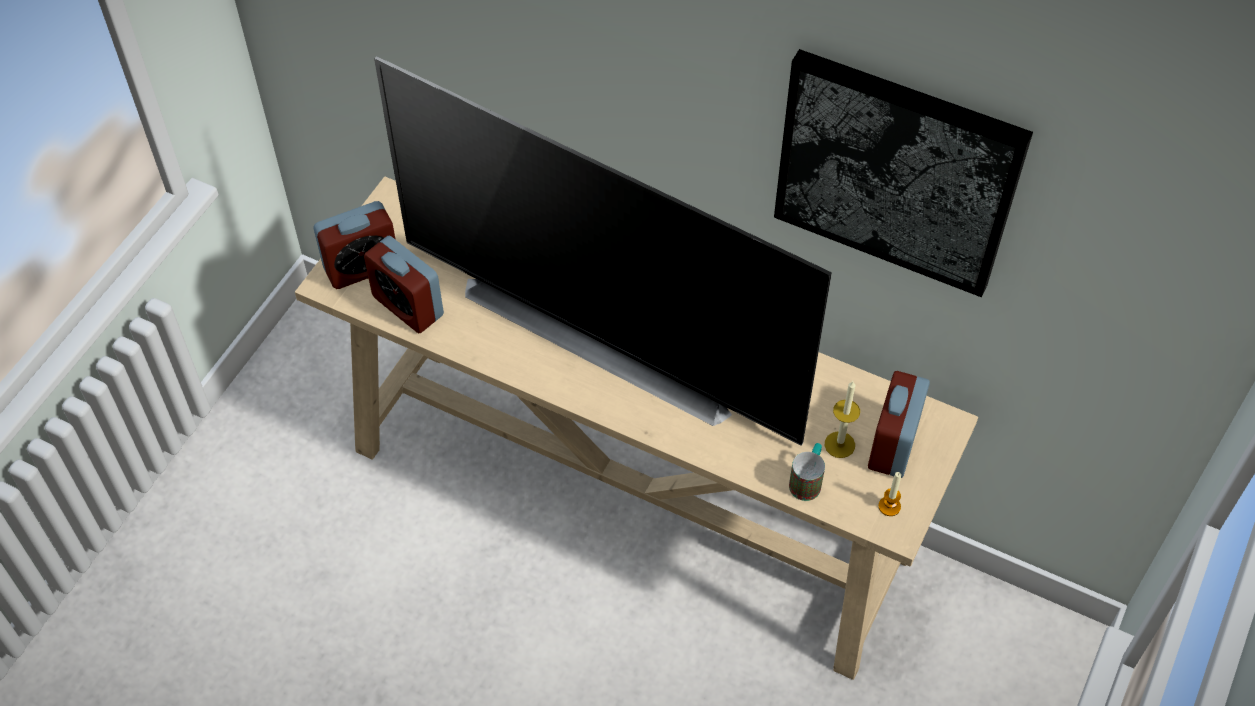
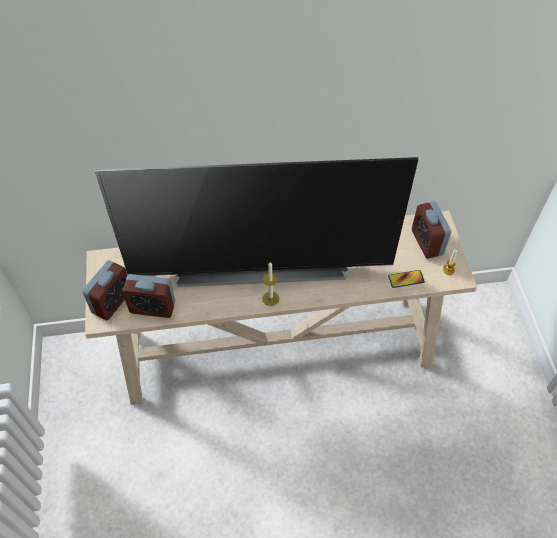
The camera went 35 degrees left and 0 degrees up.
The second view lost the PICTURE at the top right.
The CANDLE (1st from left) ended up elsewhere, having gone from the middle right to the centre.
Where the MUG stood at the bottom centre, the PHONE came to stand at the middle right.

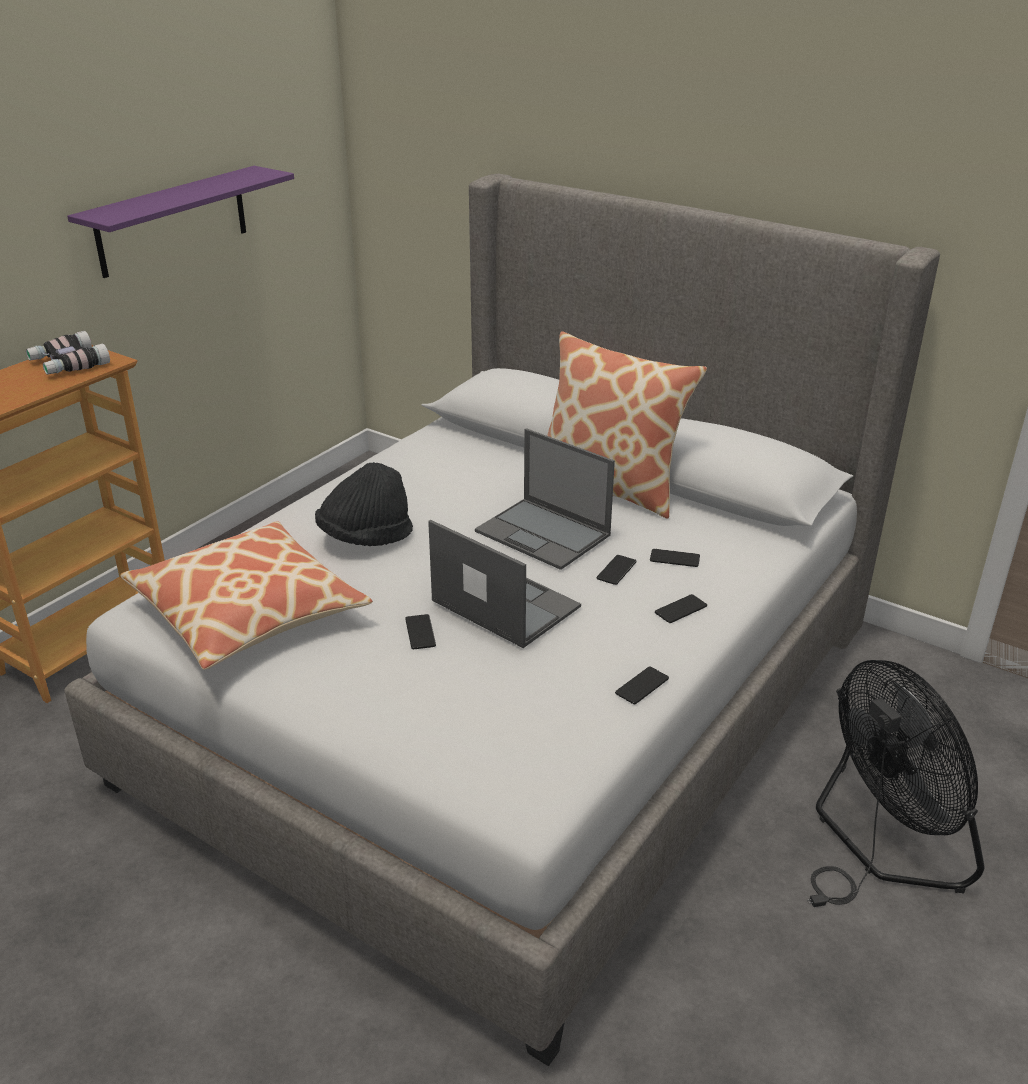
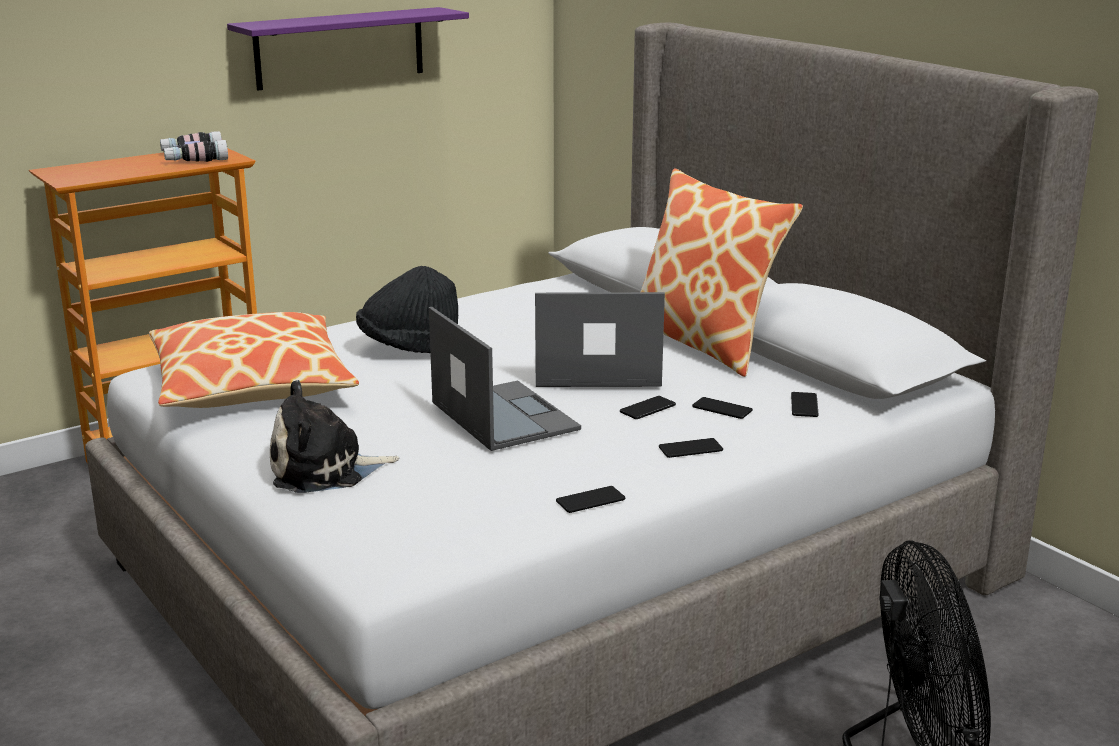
The camera went 20 degrees right and 10 degrees down.
The LAPTOP (2nd from left) at the centre ended up facing another way, 120 degrees clockwise from before.
The PHONE (1st from left in the first image) ended up elsewhere, having gone from the centre to the middle right.
The second view gained the PLUSH TOY at the middle left.

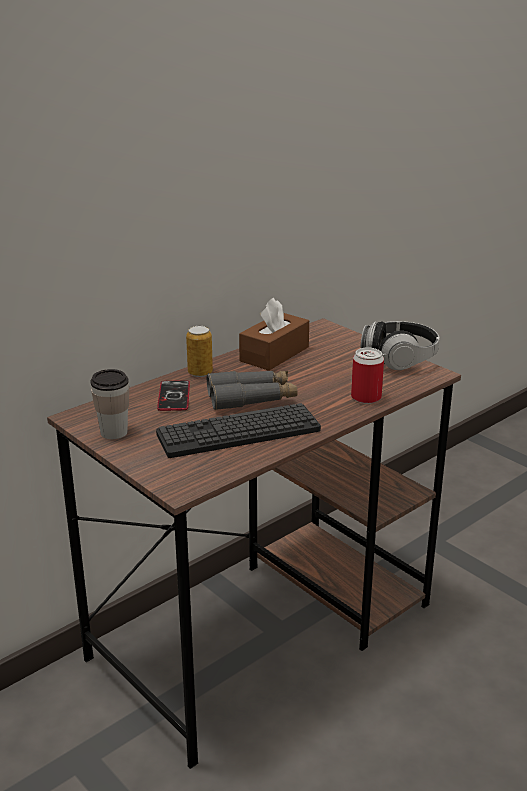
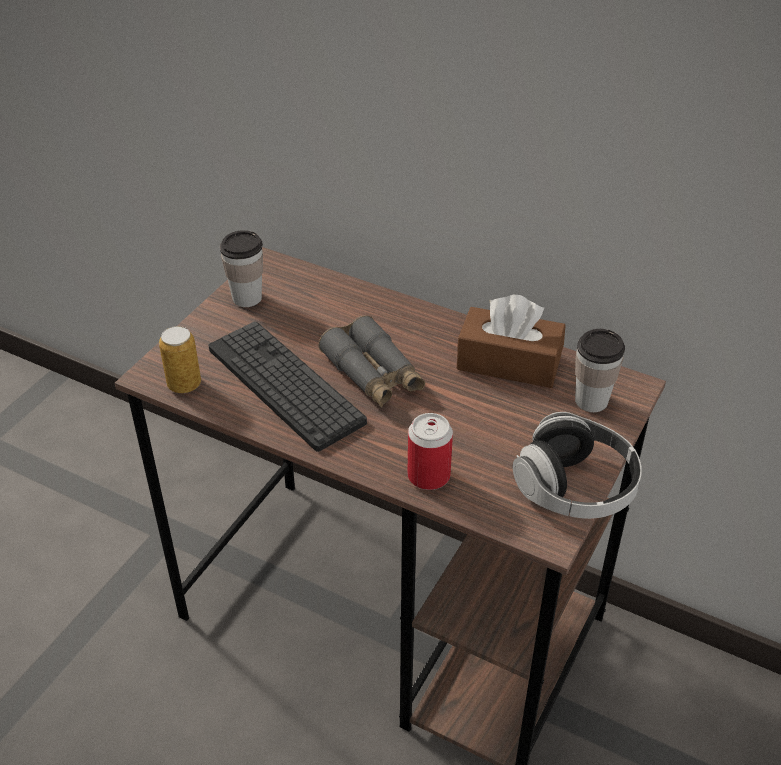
The camera went 70 degrees right and 15 degrees up.
The CAN (1st from left) ended up elsewhere, having gone from the centre to the middle left.
The second view lost the PHONE at the middle left.
The second view gained the CUP (2nd from left) at the middle right.

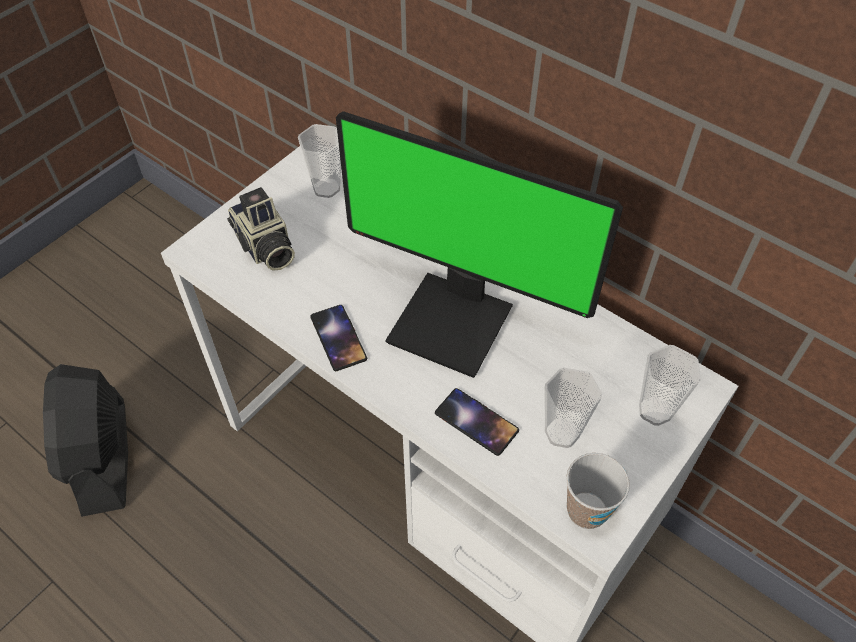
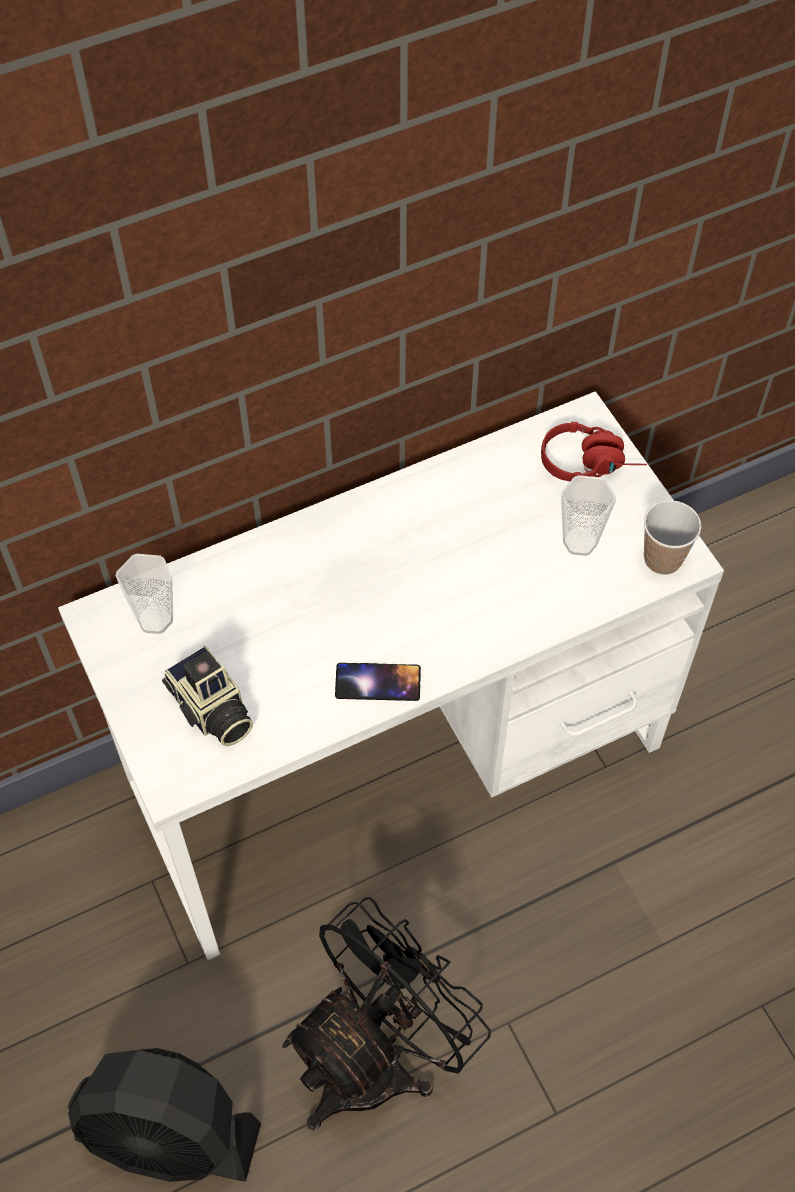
The camera went 65 degrees left and 5 degrees up.
The second view lost the MONITOR at the centre.
The PHOTO CAMERA at the middle left ended up facing another way, 60 degrees clockwise from before.
Where the CUP (4th from left) stood at the middle right, the RED HEADPHONES came to stand at the middle right.
The second view lost the PHONE (2nd from left) at the centre.
The second view gained the BLACK FAN (2nd from left) at the bottom centre.

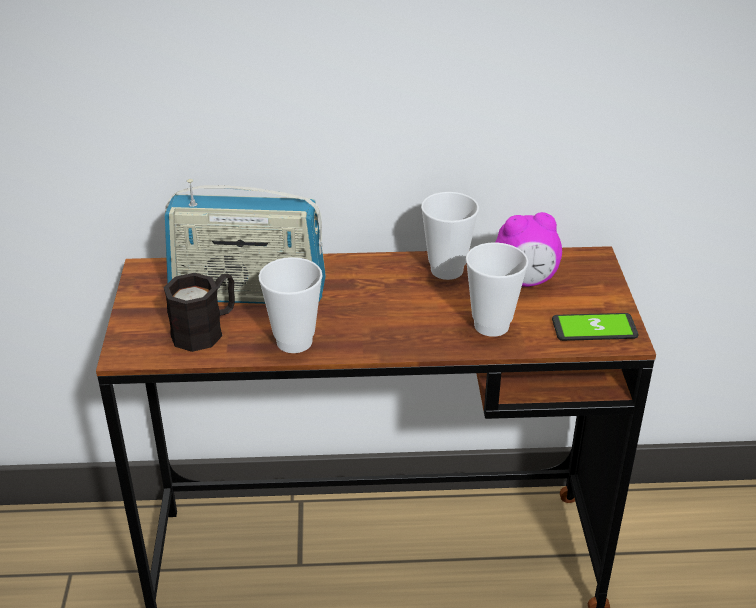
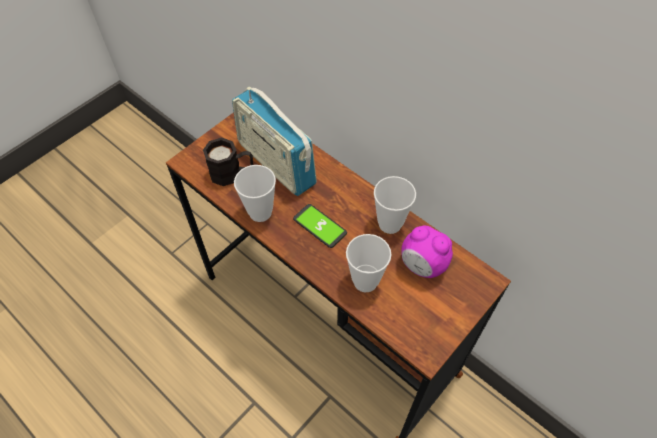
The camera went 45 degrees right and 20 degrees up.
The PHONE ended up elsewhere, having gone from the middle right to the centre.

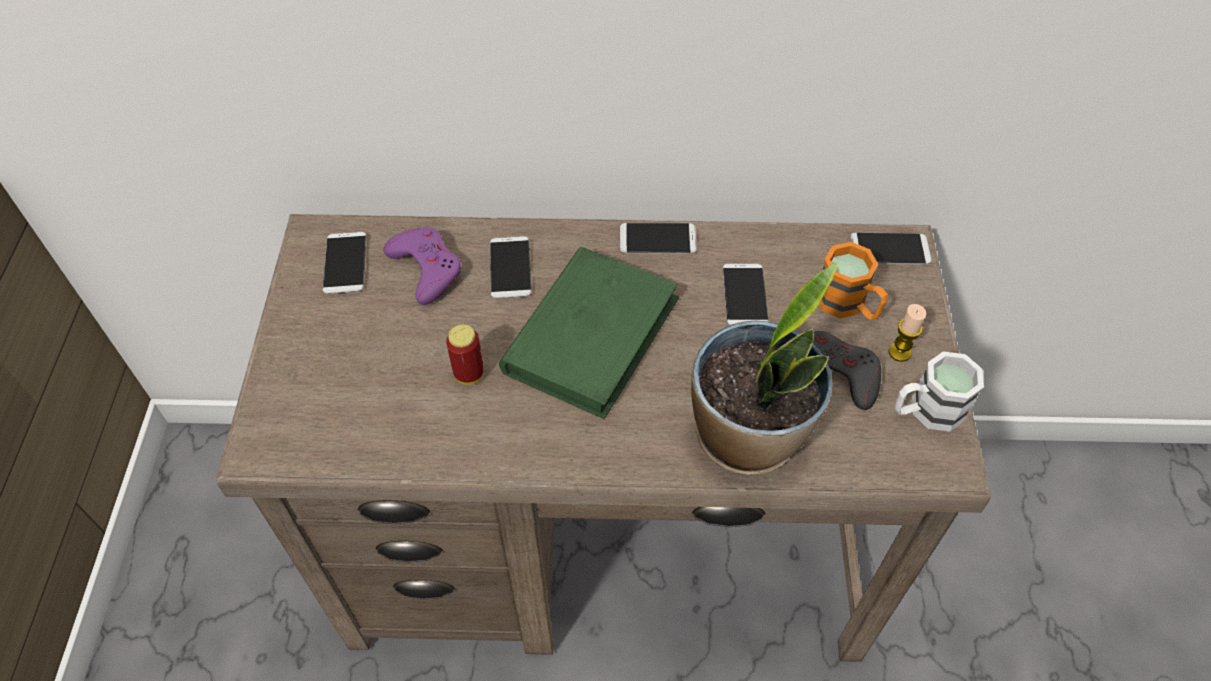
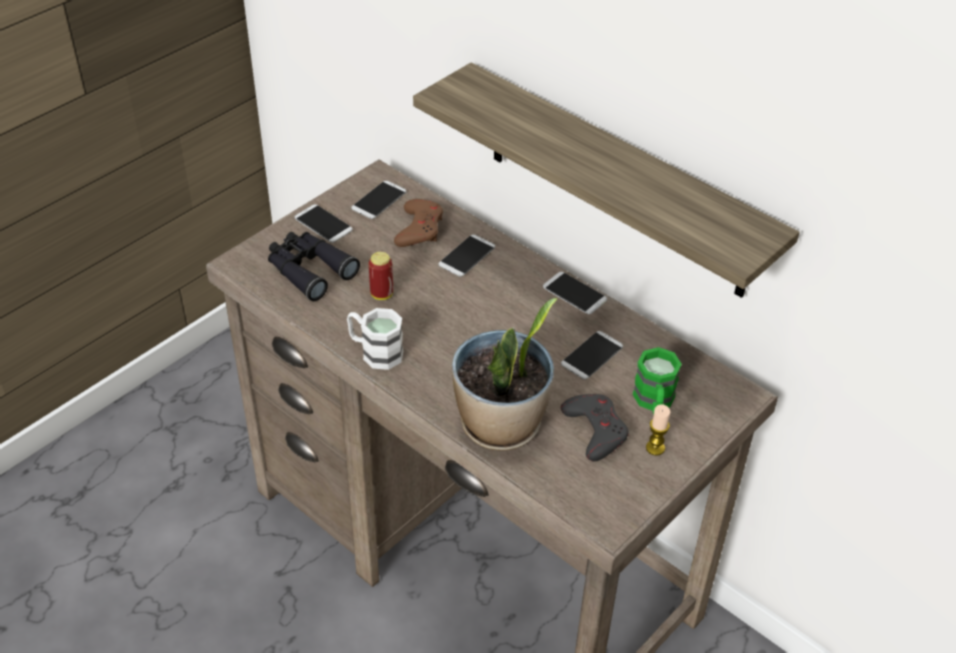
The camera went 40 degrees right and 10 degrees down.
What was the PURPLE GAME CONTROLLER at the centre turned into the BROWN GAME CONTROLLER at the centre.
The PHONE (5th from left in the first image) ended up elsewhere, having gone from the middle right to the centre.
What was the ORANGE MUG at the middle right turned into the GREEN MUG at the middle right.
The second view lost the GREEN BOOK at the centre.
The WHITE MUG ended up elsewhere, having gone from the middle right to the centre.
The second view gained the SHELF at the top centre.
The second view gained the BLACK BINOCULARS at the middle left.

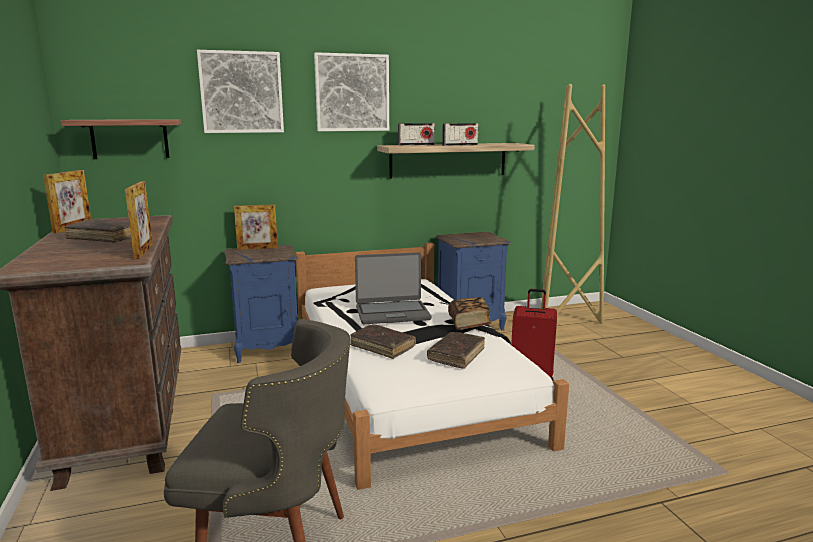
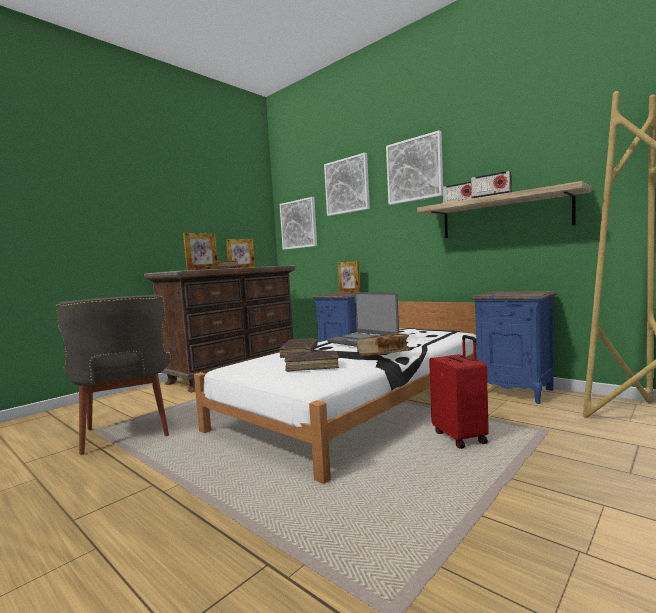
The camera went 60 degrees right and 10 degrees down.
Where the SHELF (1st from left) hung at the top left, the PICTURE (1st from left) came to hang at the centre.

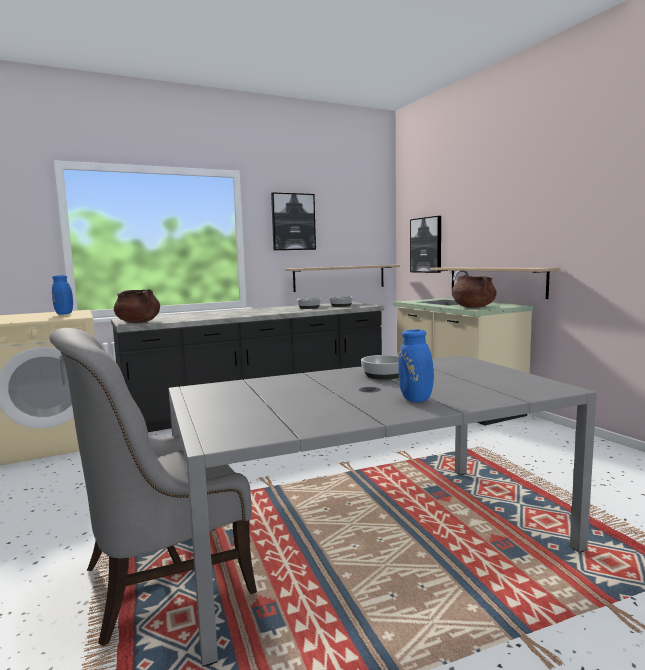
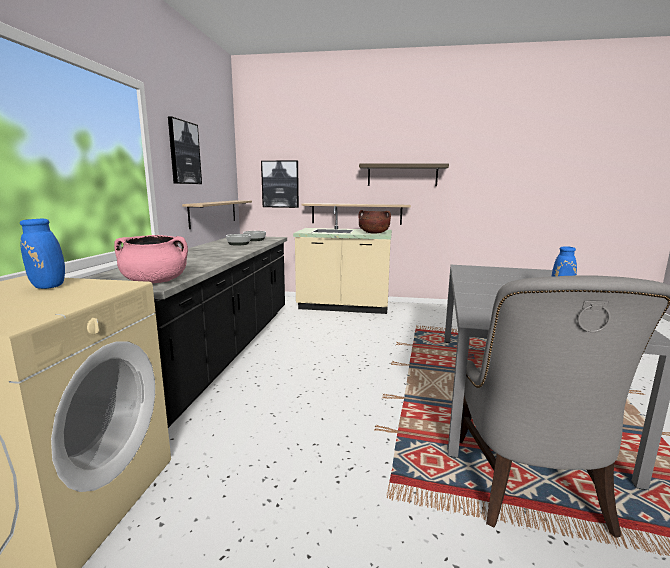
The camera went 55 degrees left and 5 degrees up.
What was the BROWN COOKING POT (1st from left) at the middle left turned into the PINK COOKING POT at the middle left.
The second view lost the BOWL (3rd from left) at the centre.
The second view gained the SHELF (3rd from left) at the top centre.

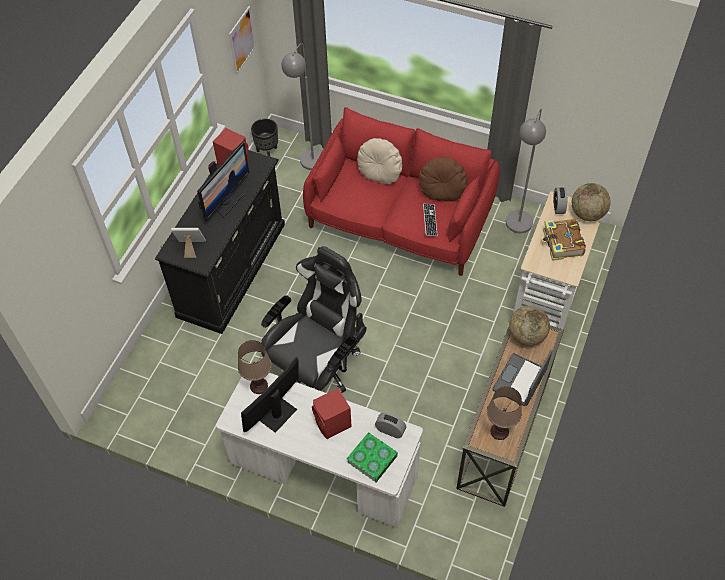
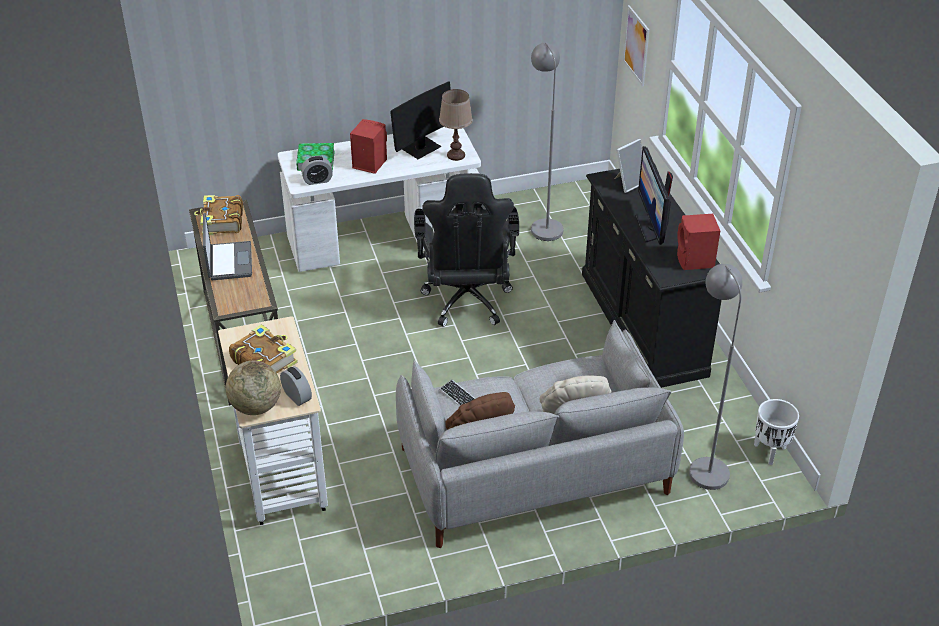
The camera went 140 degrees right and 15 degrees down.
The PICTURE ended up elsewhere, having gone from the top centre to the top right.
What was the RED SOFA at the top centre turned into the GREY SOFA at the bottom centre.
The GREY FLOOR LAMP (2nd from left in the first image) ended up elsewhere, having gone from the top right to the top centre.
What was the BLACK PLANTER at the top centre turned into the WHITE PLANTER at the bottom right.
The second view lost the GLOBE (1st from left) at the middle right.
The MONITOR (2nd from left in the first image) at the bottom centre ended up facing another way, 45 degrees clockwise from before.
Where the BROWN TABLE LAMP (2nd from left) stood at the bottom right, the BOOK (1st from left) came to stand at the middle left.

